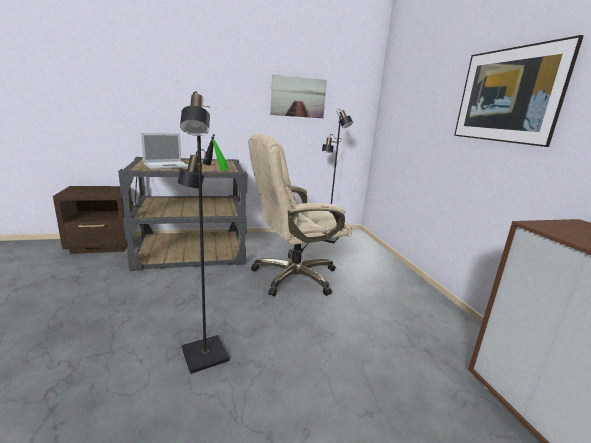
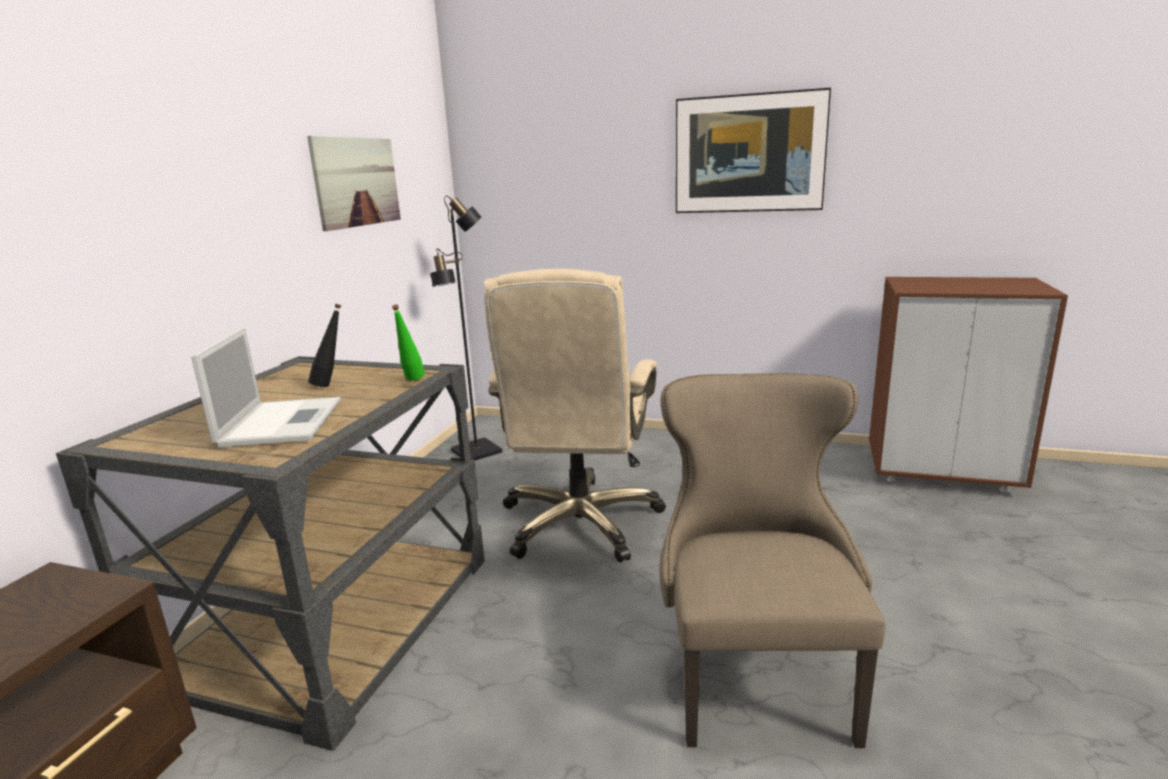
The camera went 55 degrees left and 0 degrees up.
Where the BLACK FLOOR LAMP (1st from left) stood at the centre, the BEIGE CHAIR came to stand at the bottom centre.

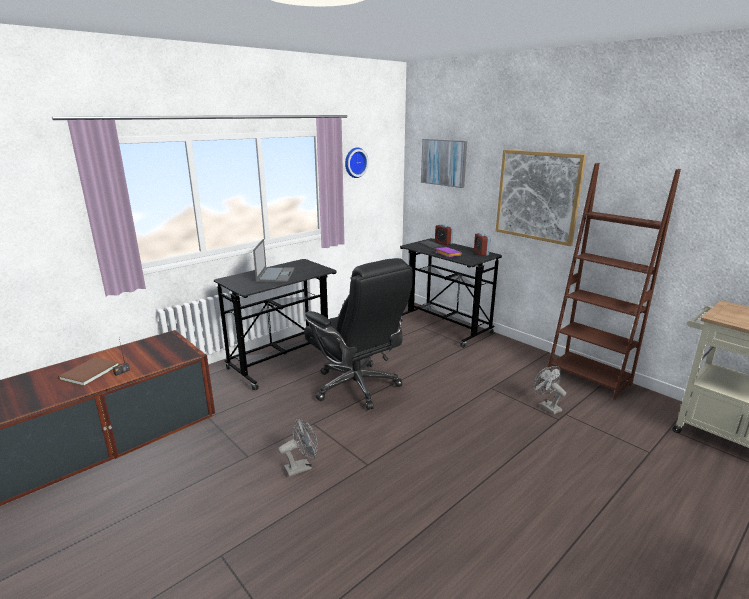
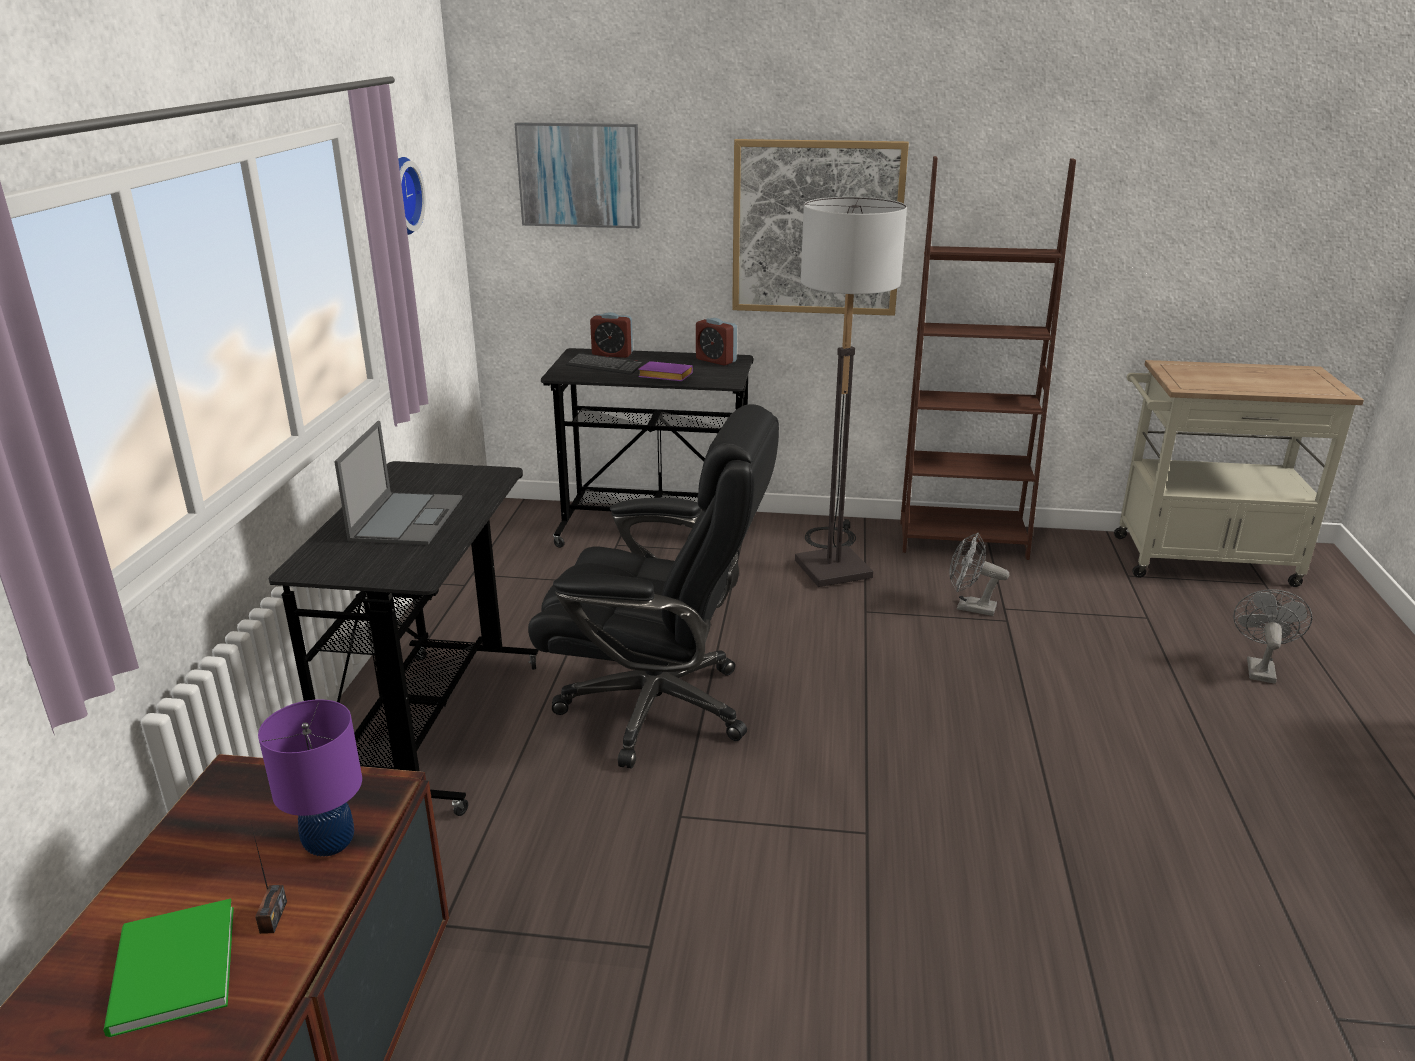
The camera went 40 degrees left and 5 degrees up.
The LAPTOP at the centre ended up facing another way, 45 degrees clockwise from before.
What was the BROWN BOOK at the middle left turned into the GREEN BOOK at the bottom left.
The GREY FAN (1st from left in the first image) ended up elsewhere, having gone from the bottom centre to the middle right.
The second view gained the FLOOR LAMP at the centre.
The second view gained the PURPLE TABLE LAMP at the bottom left.

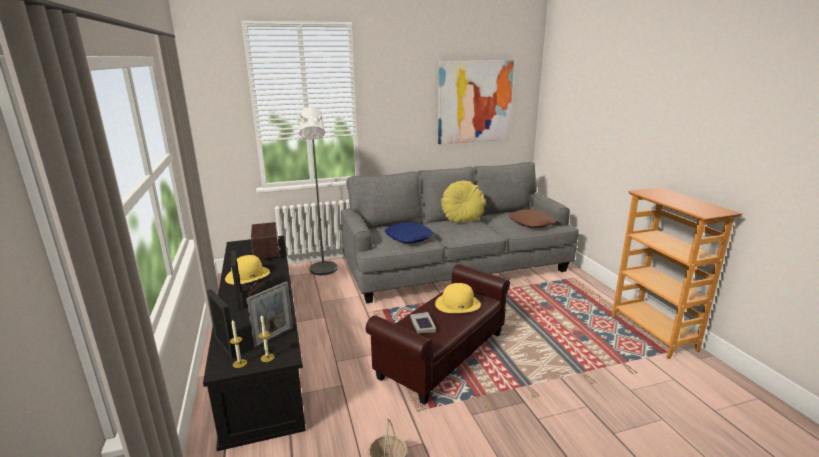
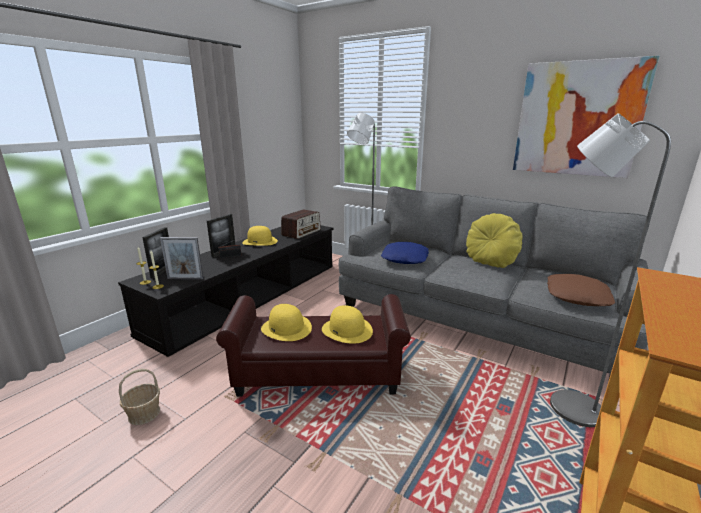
The camera went 50 degrees right and 0 degrees up.
Where the BOOK stood at the bottom centre, the YELLOW HAT (2nd from left) came to stand at the centre.
The second view gained the GREY FLOOR LAMP (2nd from left) at the middle right.

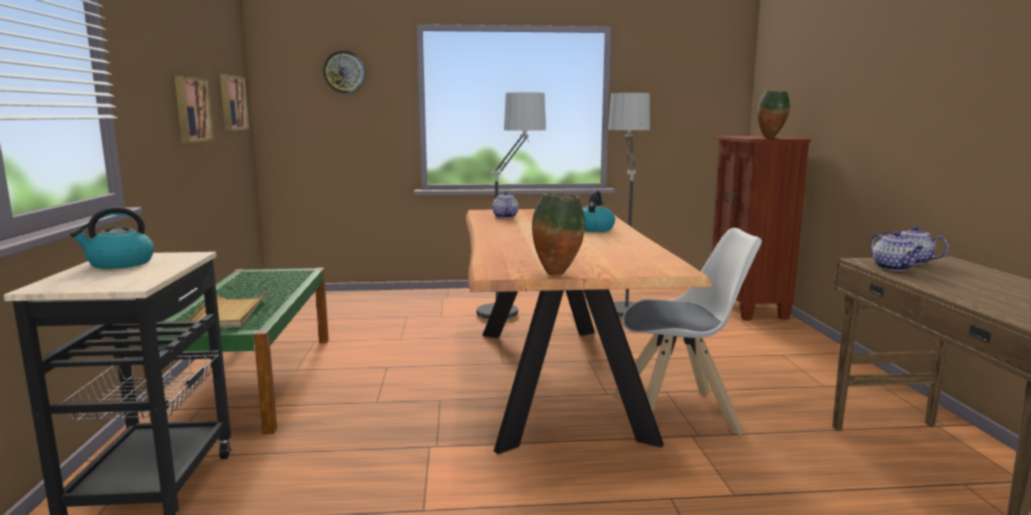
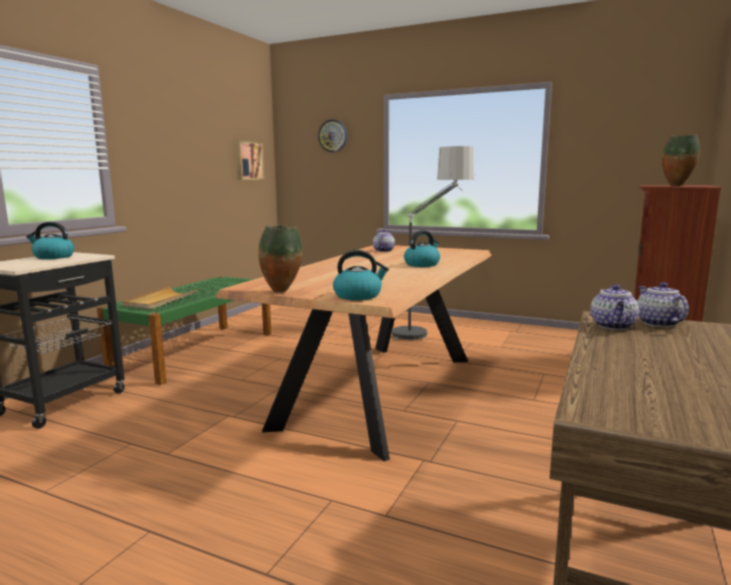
The camera went 30 degrees right and 0 degrees up.
The second view lost the PICTURE (1st from left) at the top left.
The second view lost the FLOOR LAMP (2nd from left) at the centre.
The second view lost the CHAIR at the middle right.
The second view gained the KETTLE (2nd from left) at the centre.

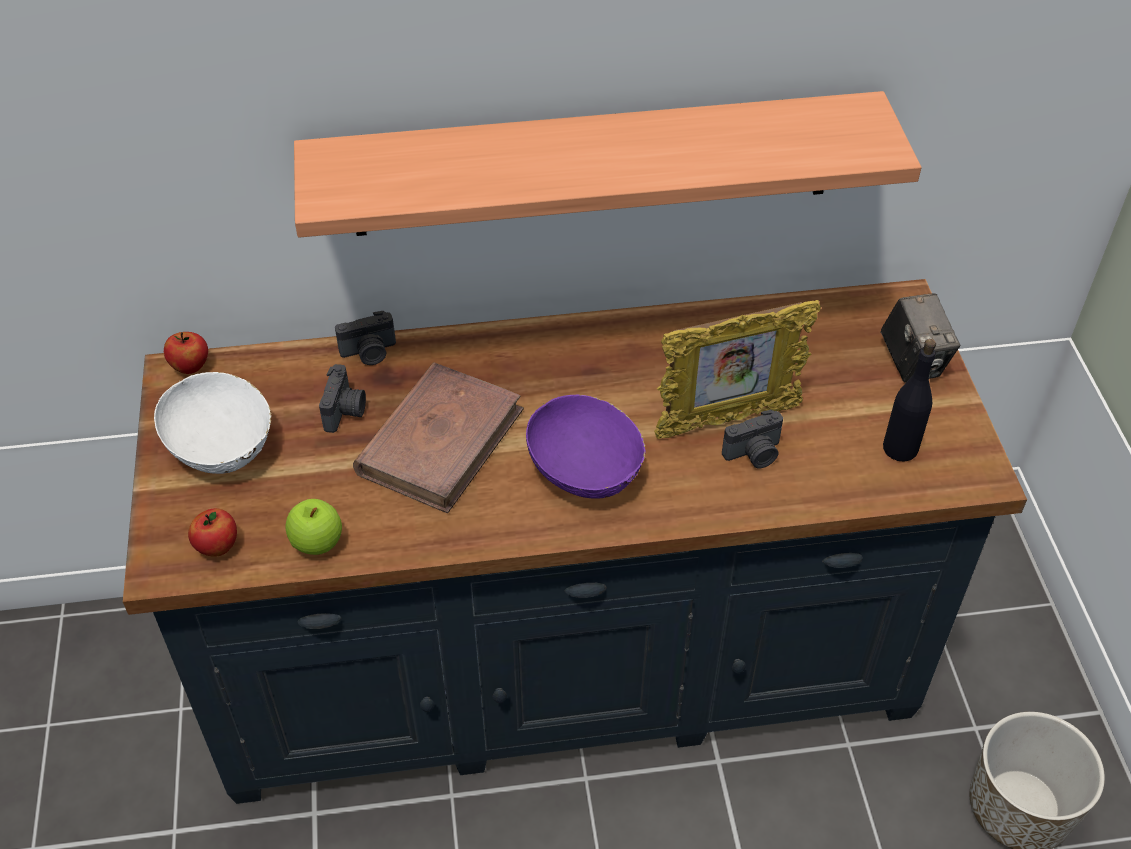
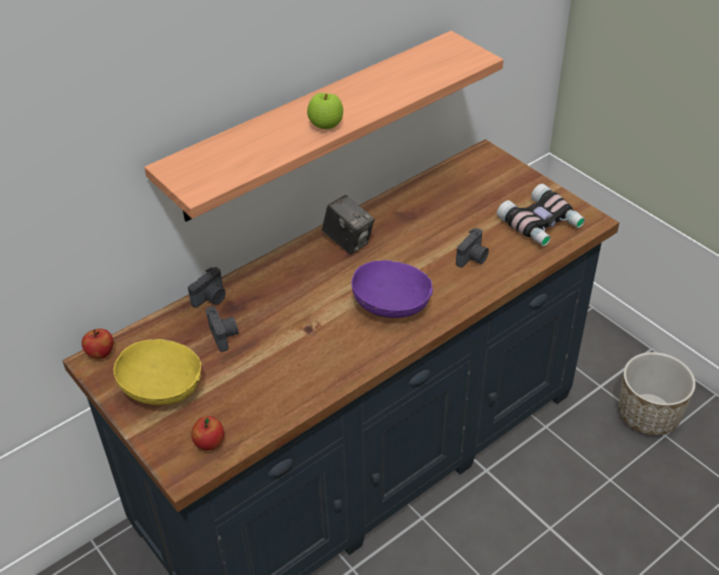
The camera went 30 degrees left and 5 degrees down.
The PHOTO CAMERA (4th from left in the first image) ended up elsewhere, having gone from the middle right to the centre.
The second view lost the PICTURE FRAME at the centre.
Where the BLACK BOTTLE stood at the middle right, the BINOCULARS came to stand at the middle right.
The second view lost the BROWN BOOK at the centre.
What was the WHITE BOWL at the middle left turned into the YELLOW BOWL at the middle left.
The APPLE (3rd from left) ended up elsewhere, having gone from the middle left to the top centre.

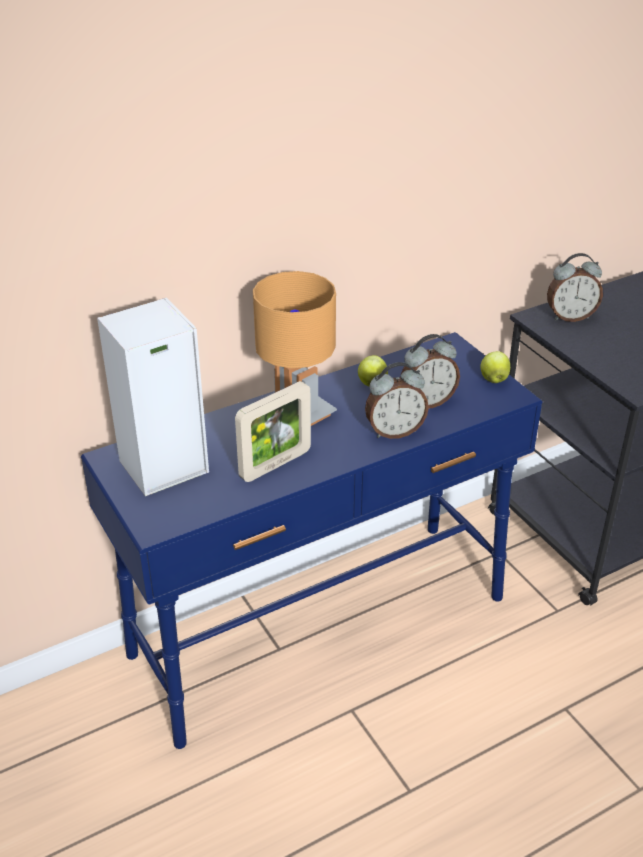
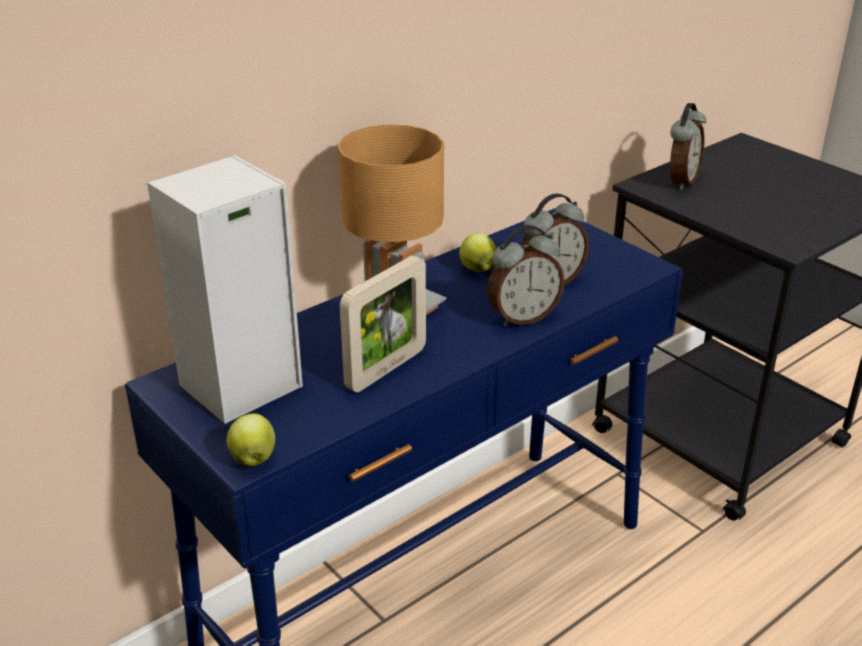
The camera went 10 degrees left and 5 degrees down.
The ALARM CLOCK (3rd from left) at the middle right ended up facing another way, 45 degrees counterclockwise from before.
The APPLE (2nd from left in the first image) ended up elsewhere, having gone from the middle right to the bottom left.

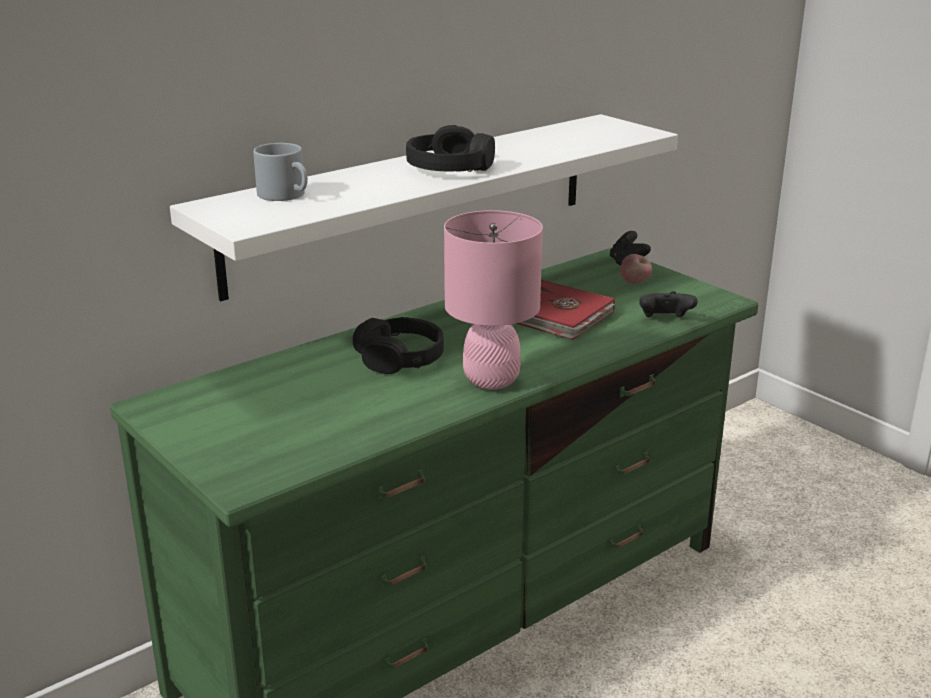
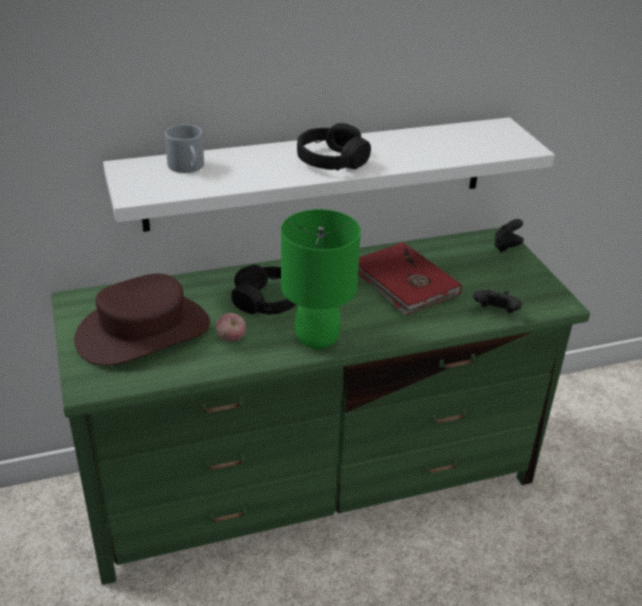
The camera went 20 degrees right and 10 degrees up.
What was the PINK TABLE LAMP at the centre turned into the GREEN TABLE LAMP at the centre.
The APPLE ended up elsewhere, having gone from the middle right to the centre.
The second view gained the BROWN HAT at the middle left.

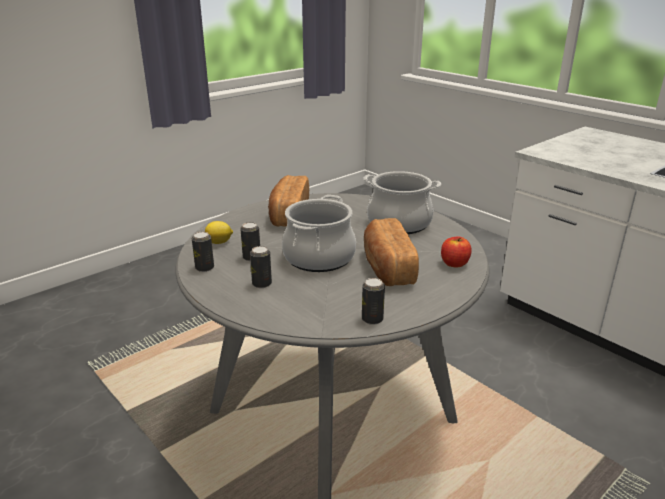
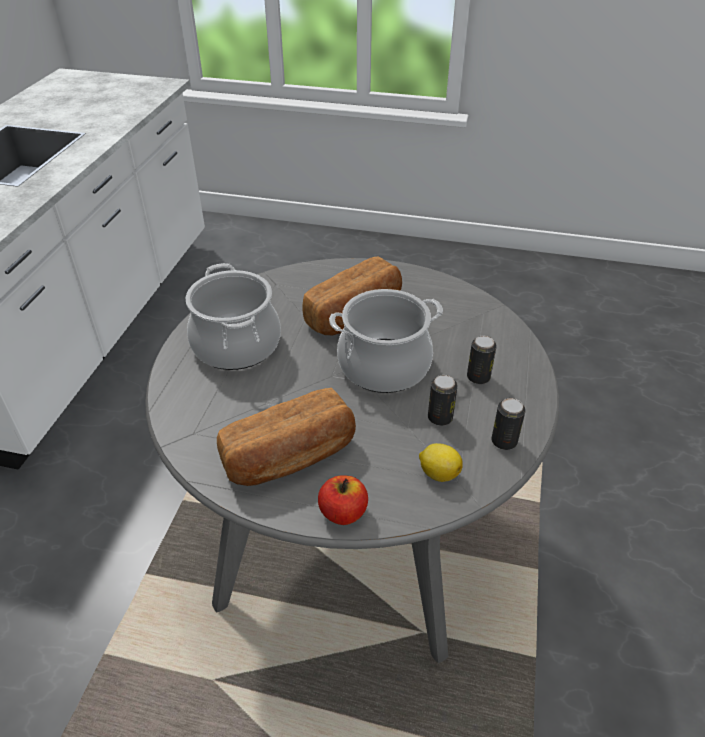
The camera went 125 degrees left and 15 degrees up.
The APPLE ended up elsewhere, having gone from the middle right to the bottom centre.
The second view lost the CAN (4th from left) at the centre.

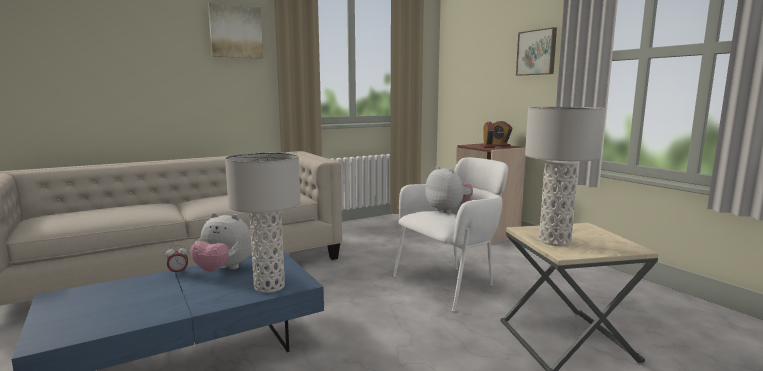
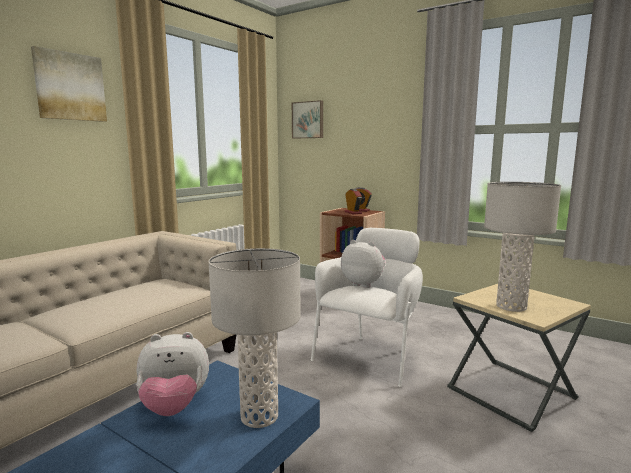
The camera went 25 degrees left and 0 degrees up.
The PICTURE (2nd from left) ended up elsewhere, having gone from the top right to the top centre.
The second view lost the ALARM CLOCK (1st from left) at the bottom left.

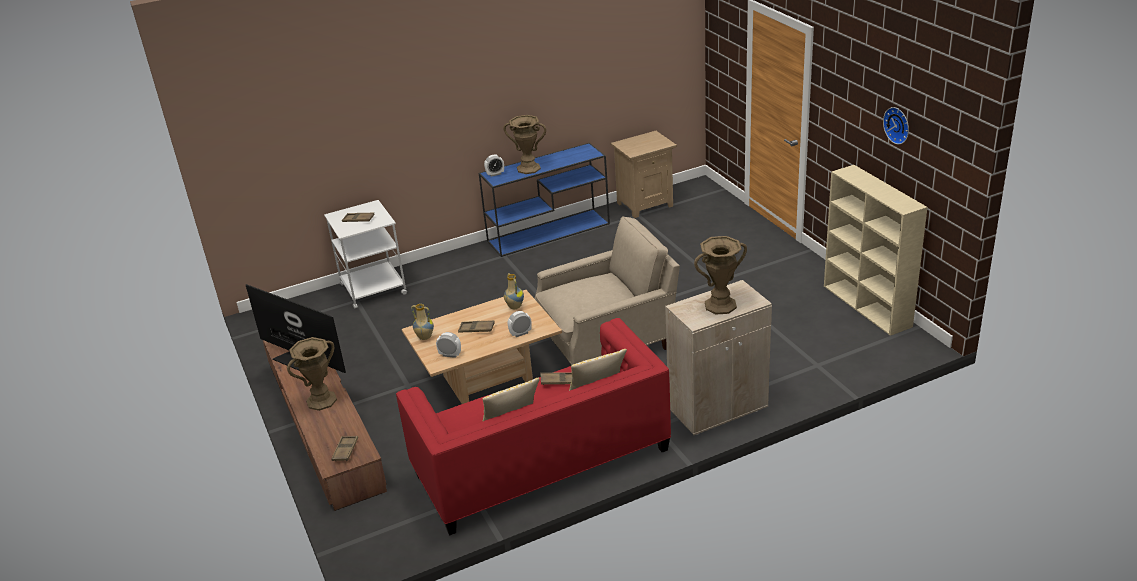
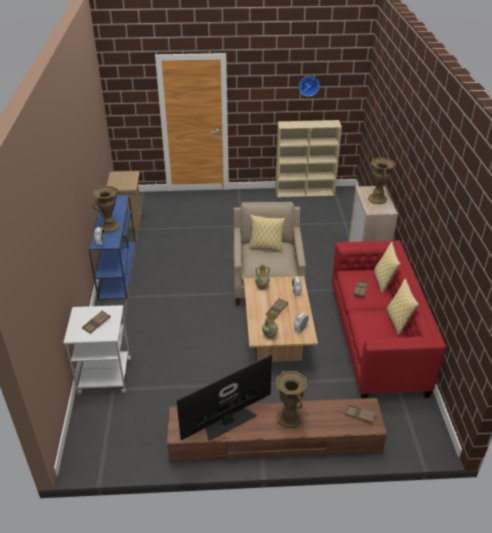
The camera went 70 degrees left and 5 degrees up.
The second view gained the PILLOW (1st from left) at the centre.

